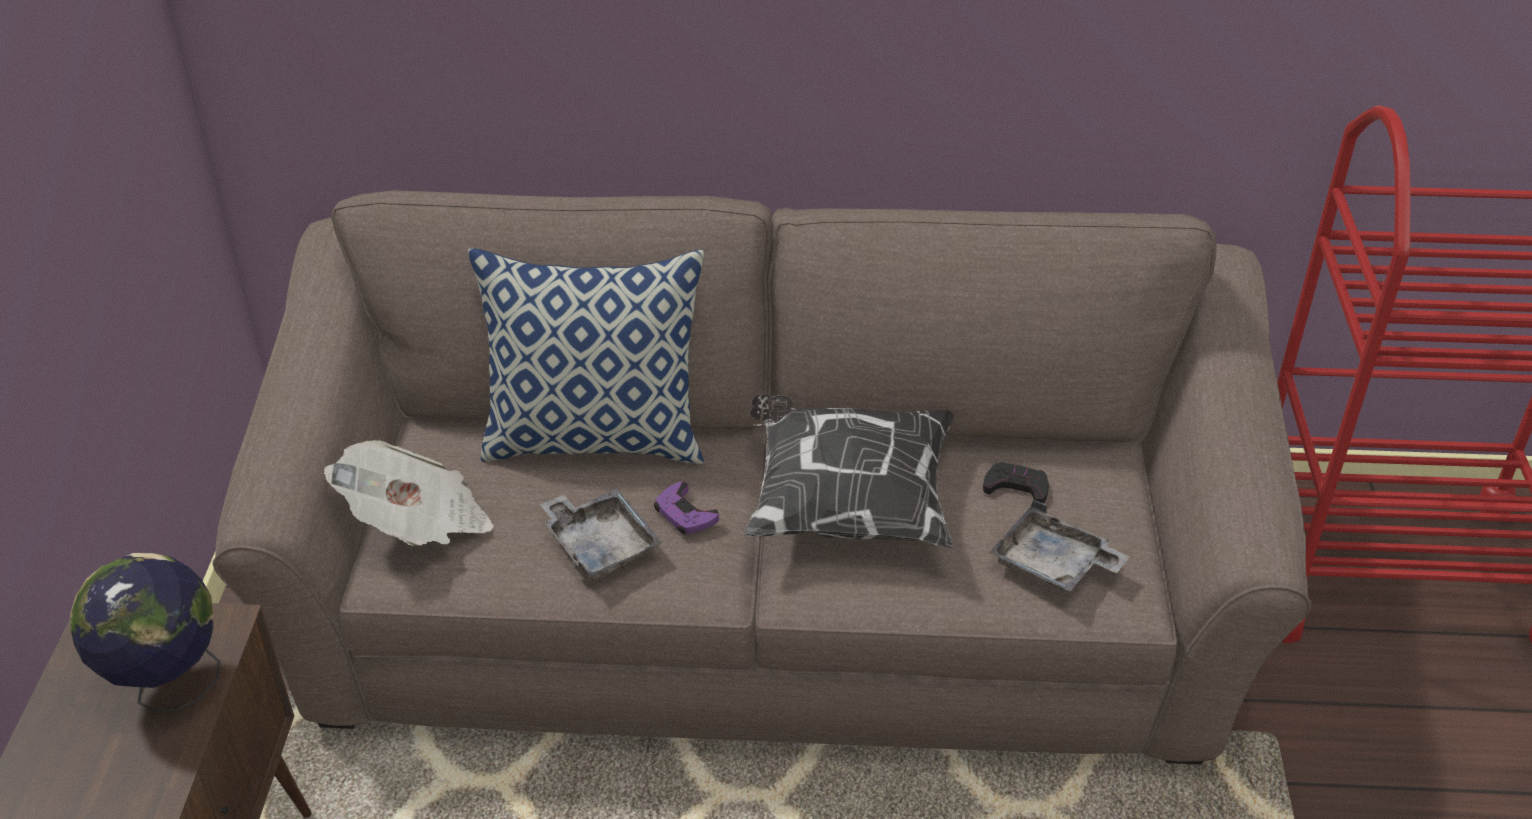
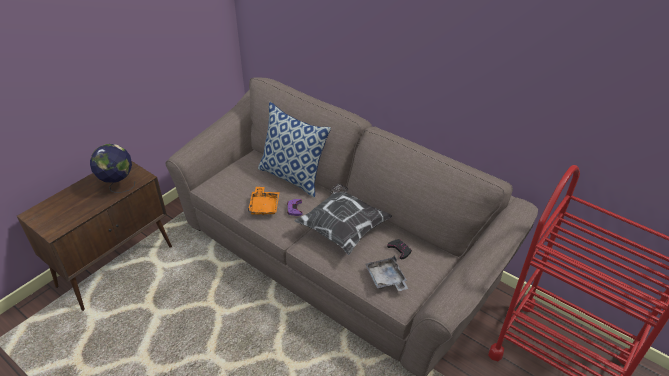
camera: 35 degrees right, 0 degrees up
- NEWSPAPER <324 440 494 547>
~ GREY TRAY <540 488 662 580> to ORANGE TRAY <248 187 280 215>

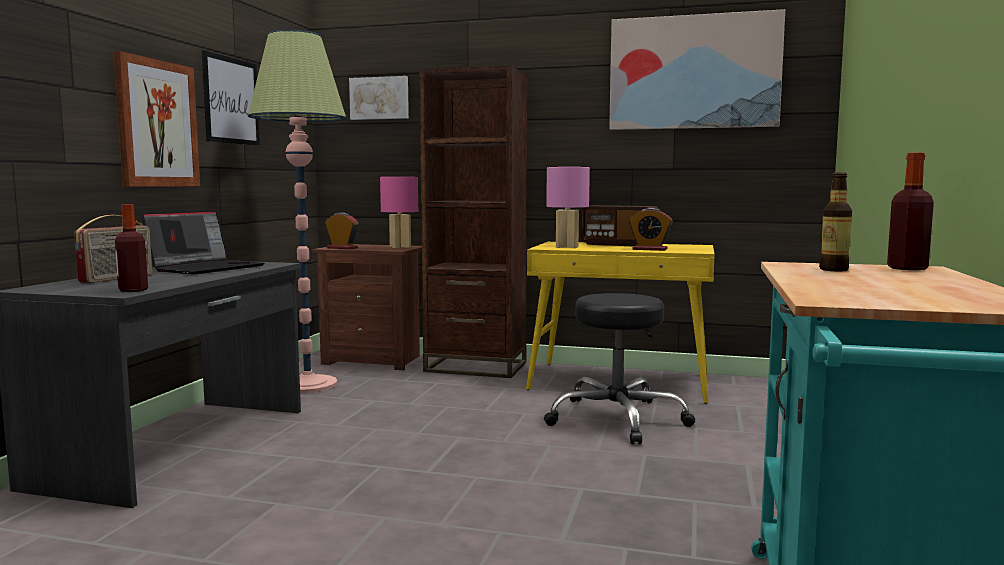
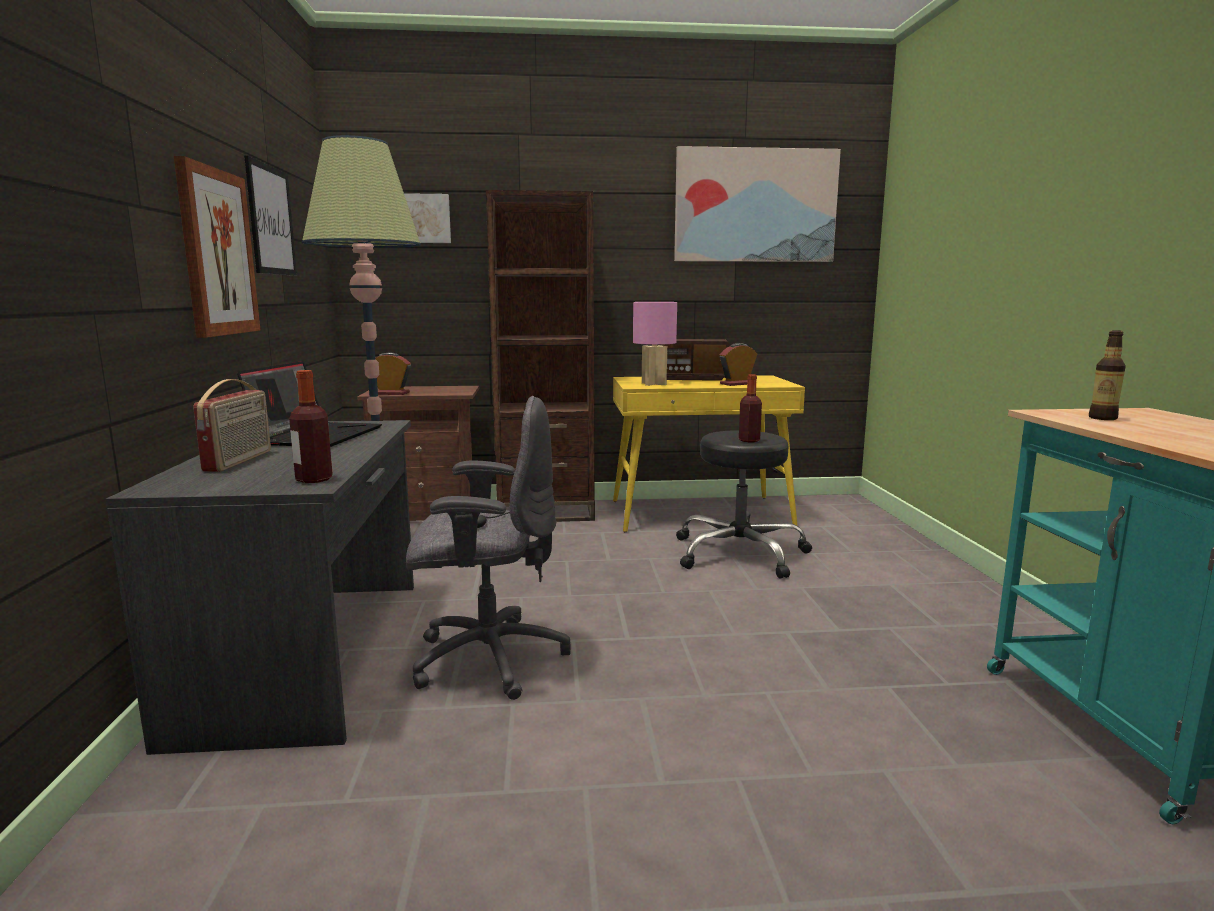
camera: 20 degrees left, 5 degrees up
- PINK TABLE LAMP <380 177 418 248>
+ GREY OFFICE CHAIR <406 396 571 700>
~ BOTTLE <887 153 934 270> to <739 374 762 442>
~ ALARM CLOCK <629 208 673 251> = <720 343 757 386> 150 degrees clockwise

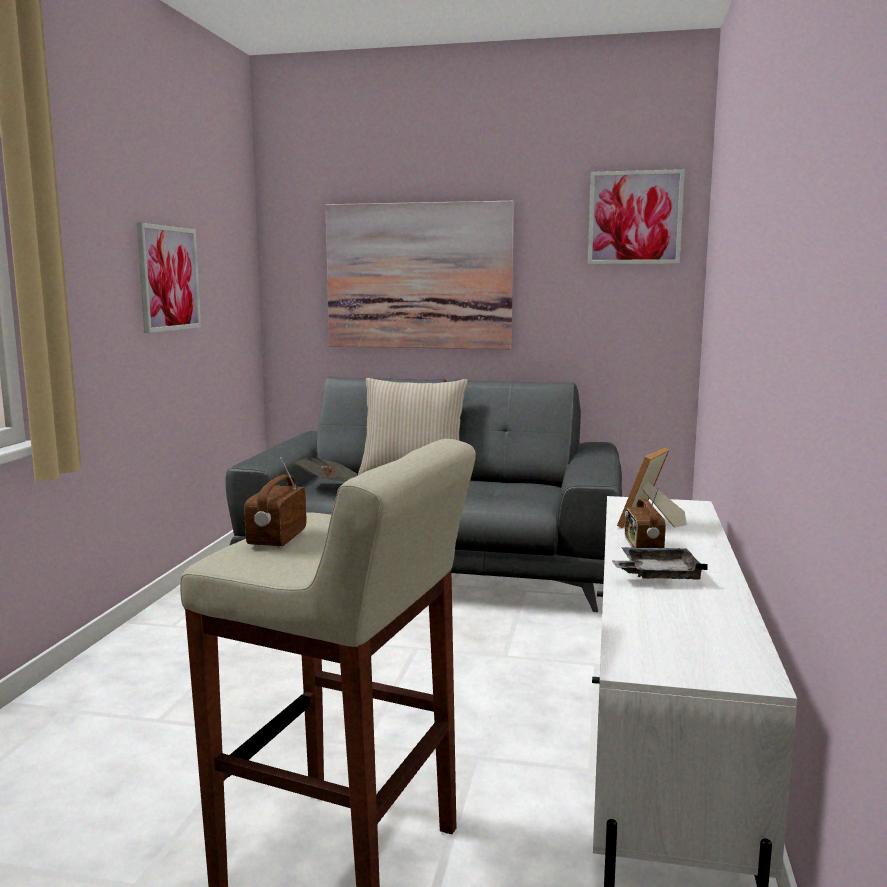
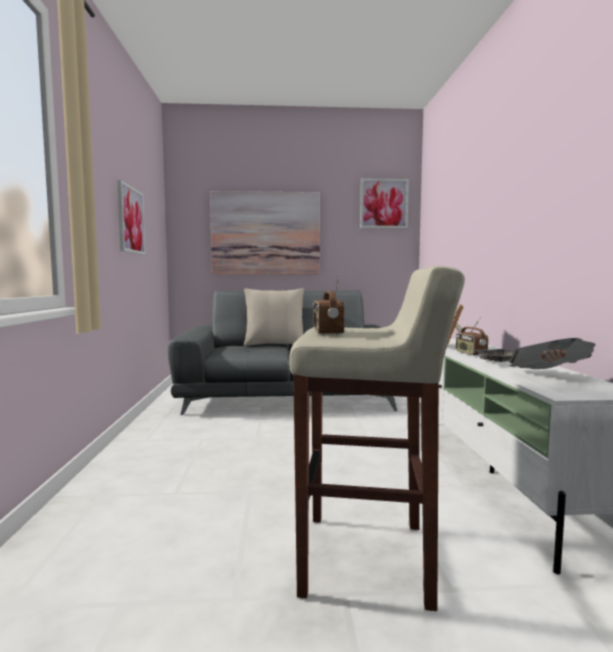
camera: 15 degrees left, 5 degrees down
~ NEWSPAPER <293 458 358 482> to <509 338 596 369>

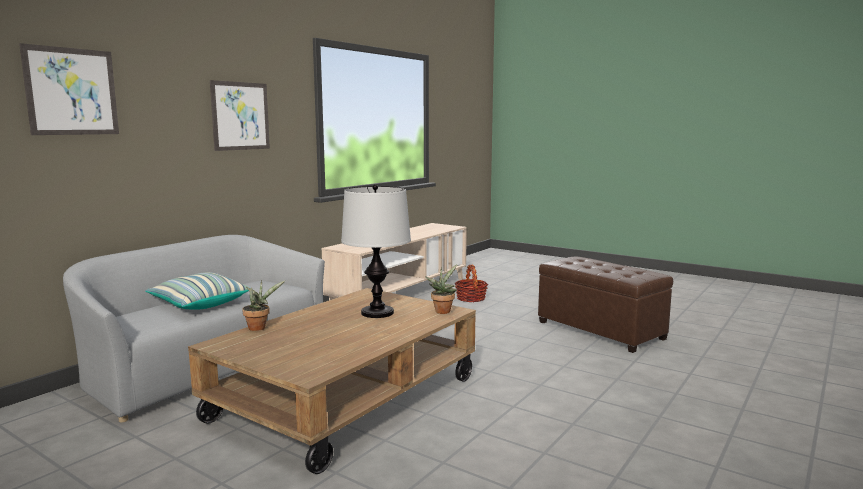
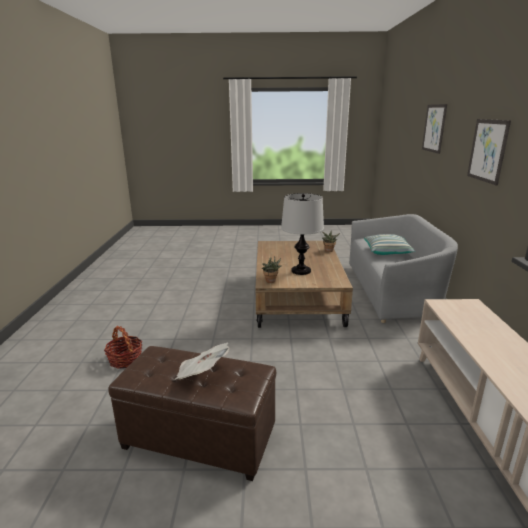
camera: 145 degrees right, 10 degrees up
+ NEWSPAPER <174 343 230 380>
~ BASKET <455 264 488 302> to <104 326 142 369>

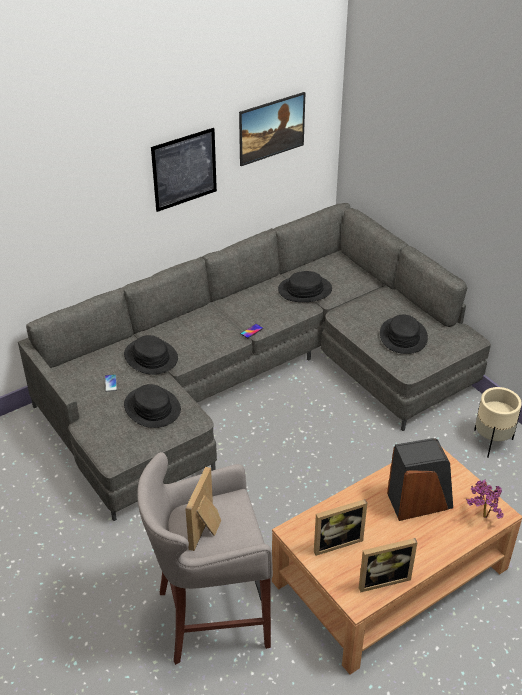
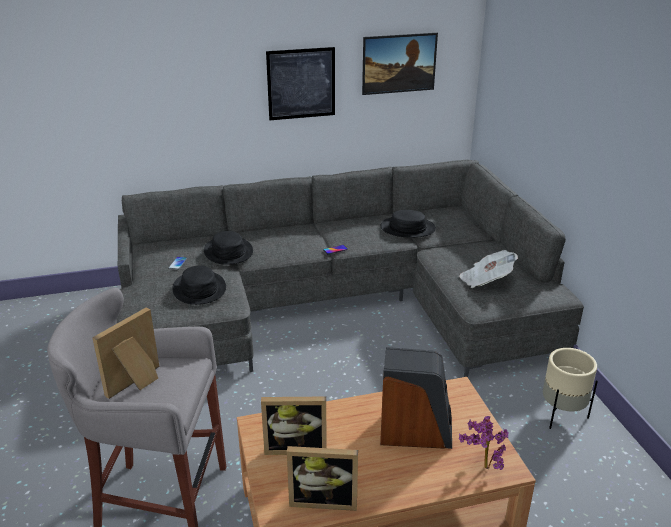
camera: 20 degrees right, 10 degrees down
~ BLACK HAT <380 315 428 354> to NEWSPAPER <459 250 518 288>

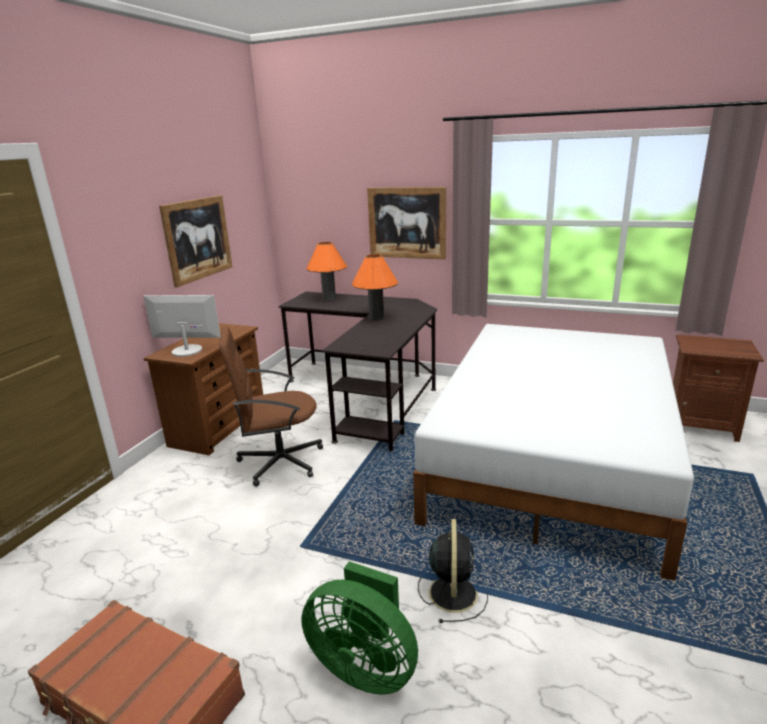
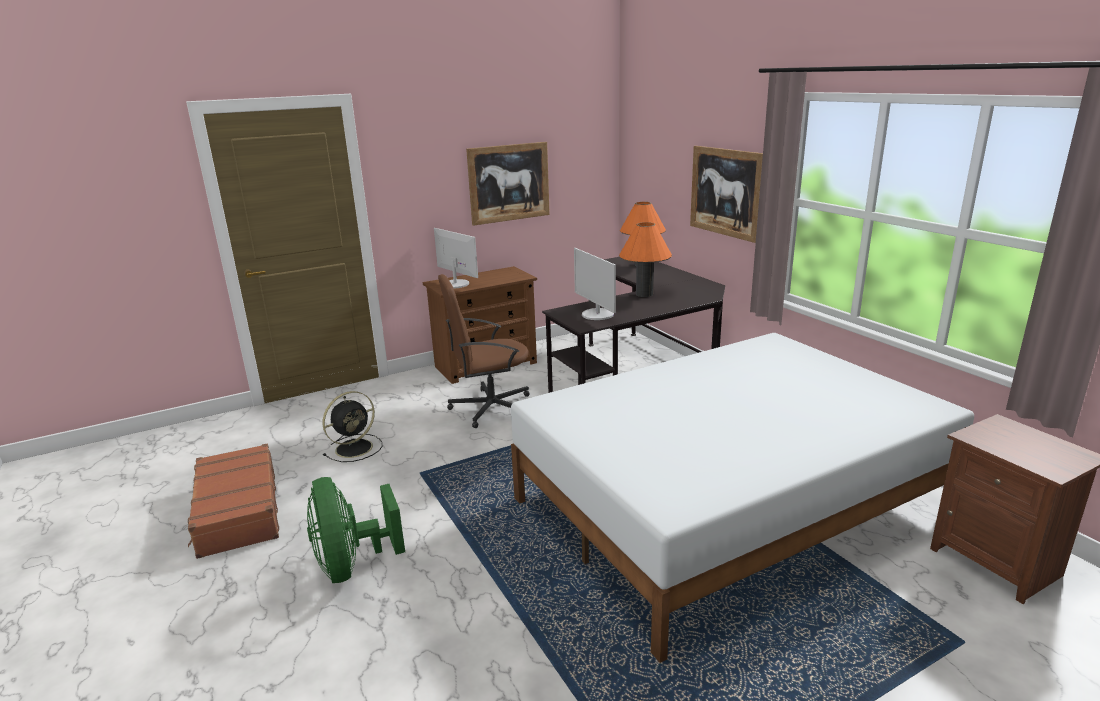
camera: 40 degrees right, 0 degrees up
+ MONITOR <574 248 616 320>
~ BLACK FAN <418 519 488 623> to <323 391 382 462>
~ BROWN OFFICE CHAIR <219 326 323 487> = <438 274 529 428> 45 degrees counterclockwise

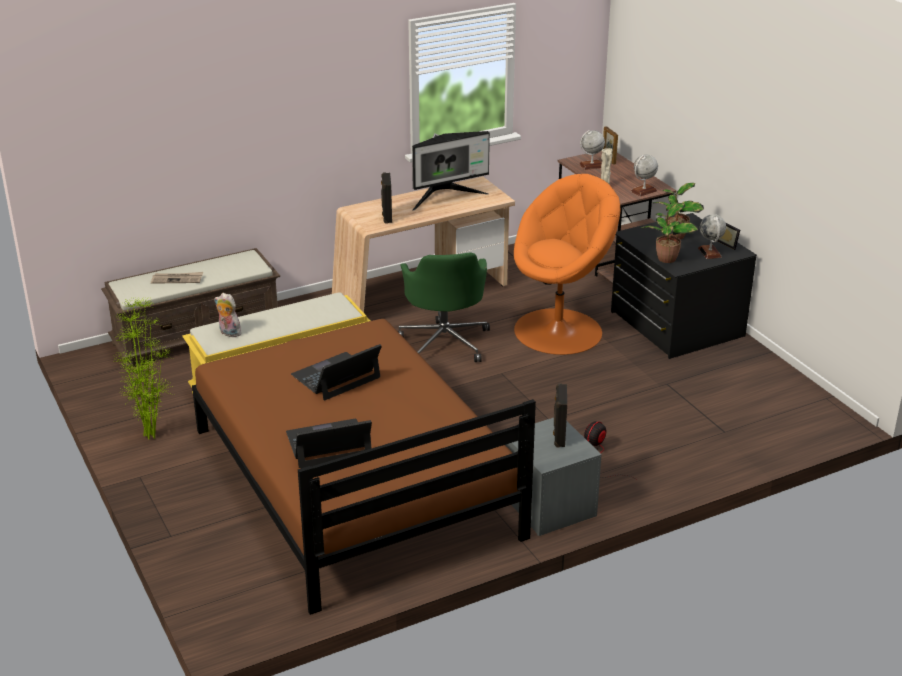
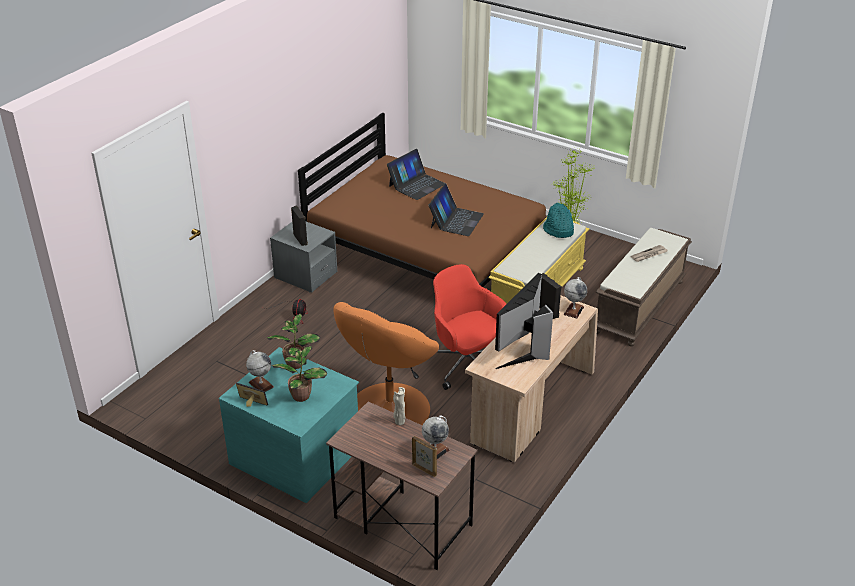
camera: 150 degrees right, 5 degrees up
~ GLOBE <631 155 658 196> to <564 277 587 318>
~ PLUSH TOY <214 293 241 337> to TURQUOISE HAT <543 203 574 238>
~ GREEN OFFICE CHAIR <398 252 490 362> to RED OFFICE CHAIR <433 264 506 390>
~ BLACK DRESSER <611 213 757 359> to TURQUOISE DRESSER <219 347 359 503>

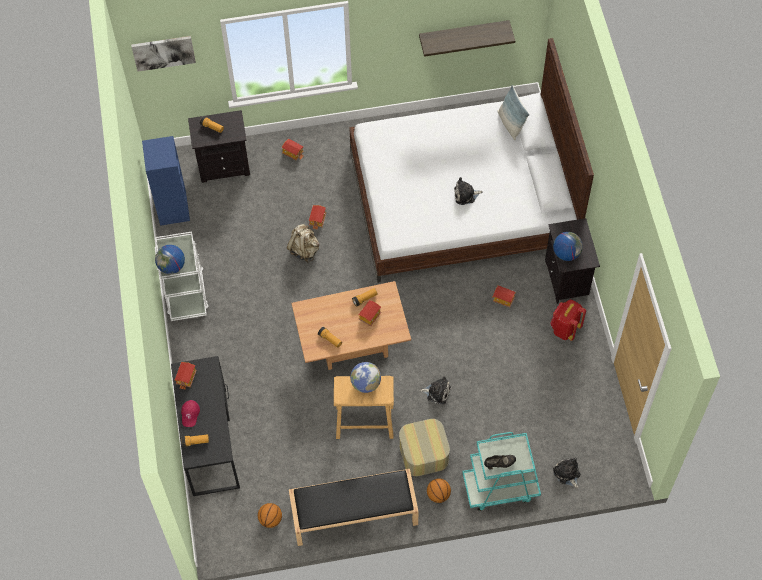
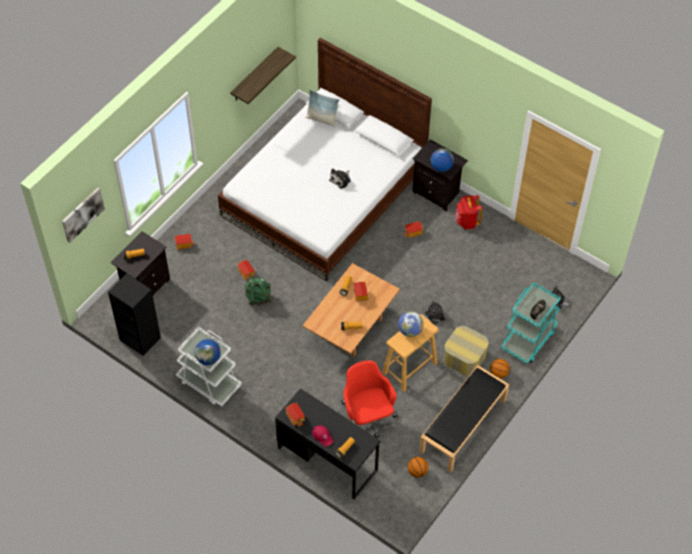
camera: 45 degrees left, 5 degrees down
+ RED OFFICE CHAIR <341 361 398 438>
~ BLUE BOOKCASE <142 136 190 226> to BLACK BOOKCASE <108 273 161 356>
~ BEIGE BACKPACK <287 224 319 263> to GREEN BACKPACK <245 276 273 306>

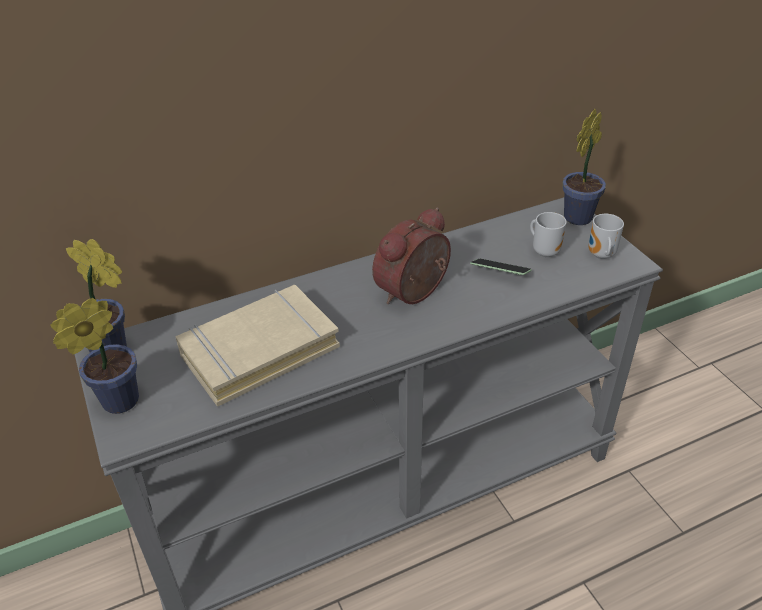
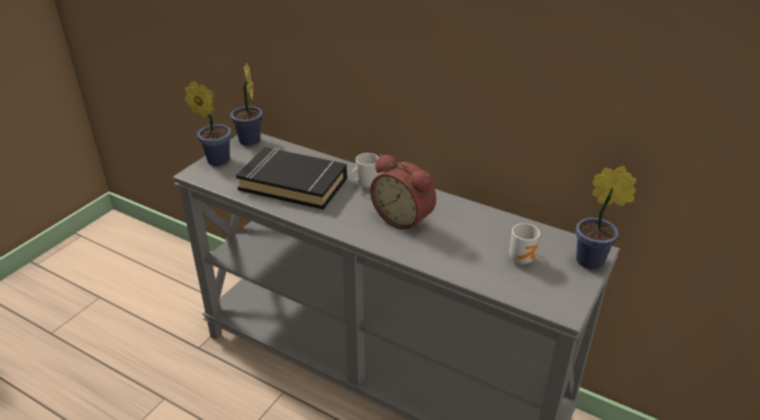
camera: 55 degrees right, 5 degrees down
- PHONE <470 258 532 275>
~ MUG <588 214 624 259> to <351 153 379 188>
~ BEIGE BOOK <176 285 340 407> to BLACK BOOK <236 147 347 210>
~ ALARM CLOCK <372 208 451 304> = <370 154 436 232> 150 degrees counterclockwise

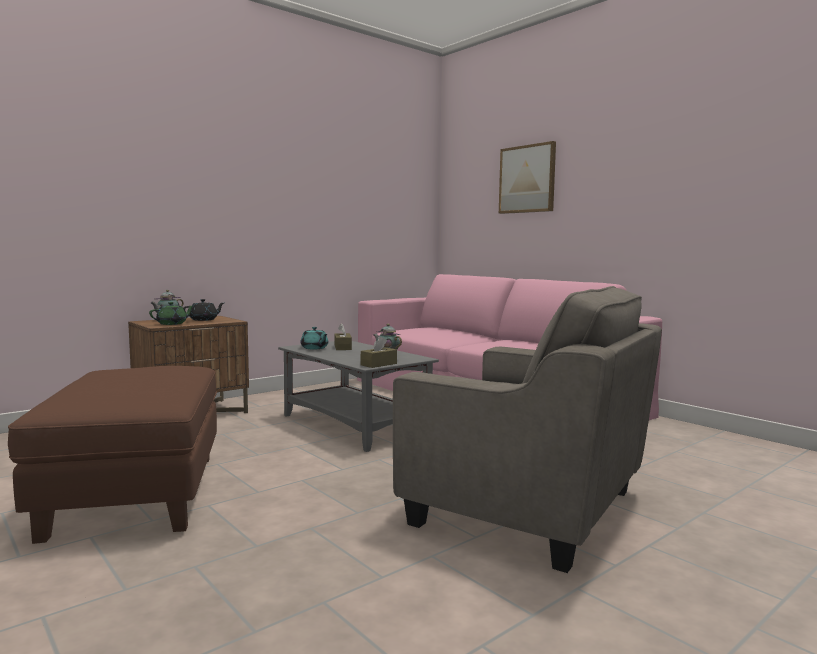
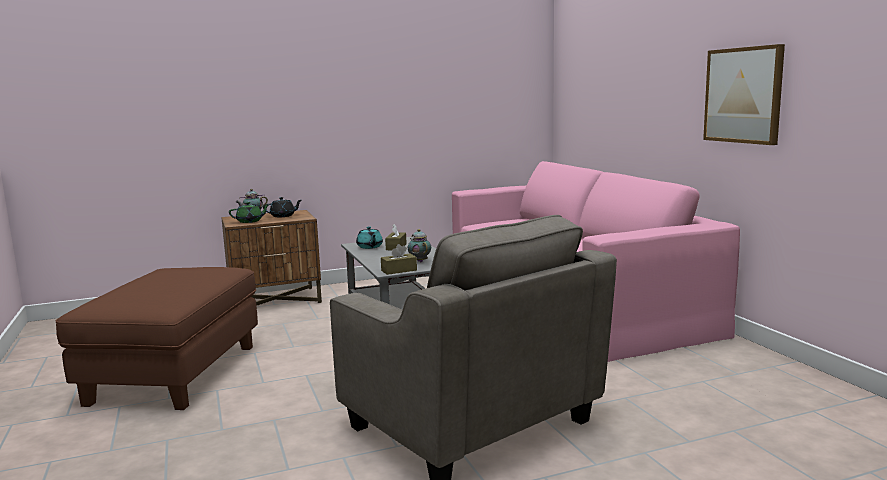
camera: 20 degrees right, 5 degrees up
~ PICTURE <499 141 556 214> to <703 44 785 145>

